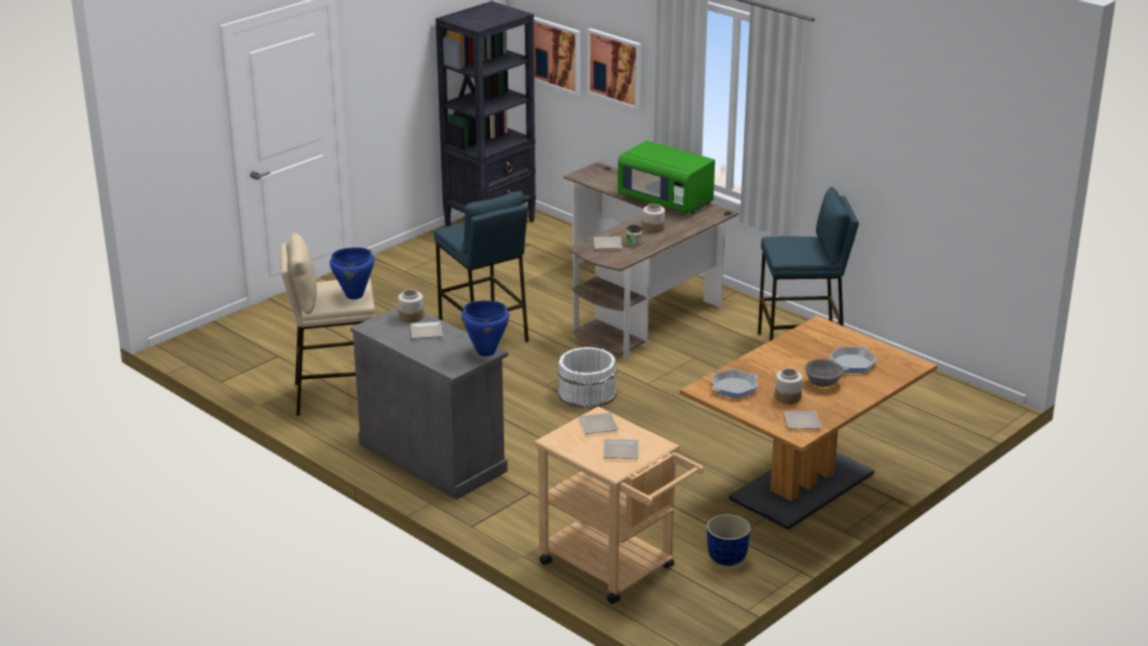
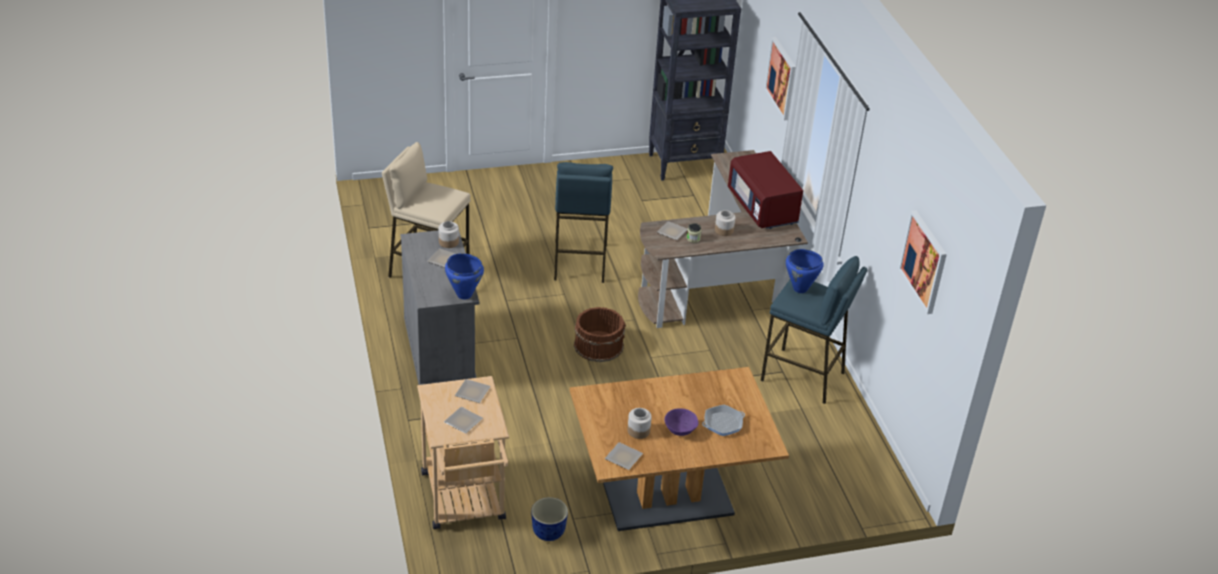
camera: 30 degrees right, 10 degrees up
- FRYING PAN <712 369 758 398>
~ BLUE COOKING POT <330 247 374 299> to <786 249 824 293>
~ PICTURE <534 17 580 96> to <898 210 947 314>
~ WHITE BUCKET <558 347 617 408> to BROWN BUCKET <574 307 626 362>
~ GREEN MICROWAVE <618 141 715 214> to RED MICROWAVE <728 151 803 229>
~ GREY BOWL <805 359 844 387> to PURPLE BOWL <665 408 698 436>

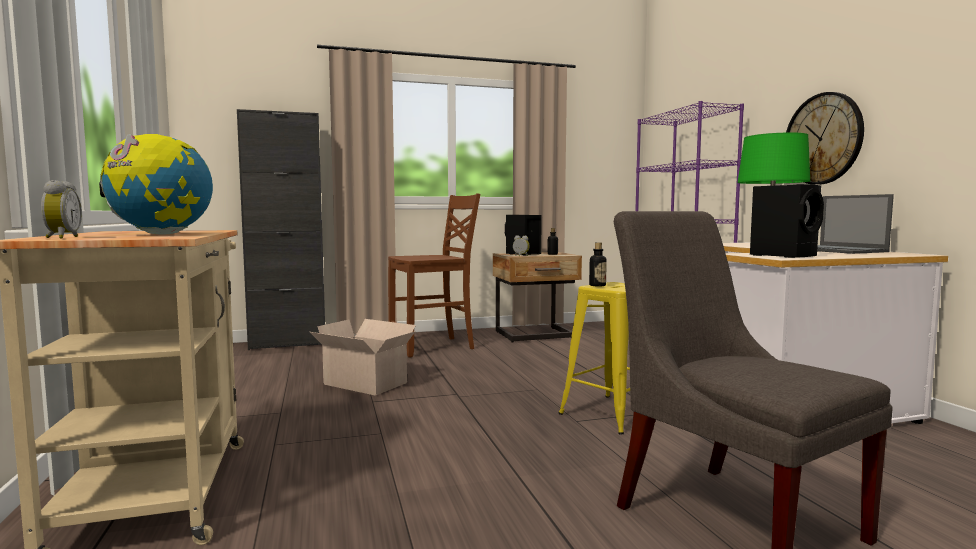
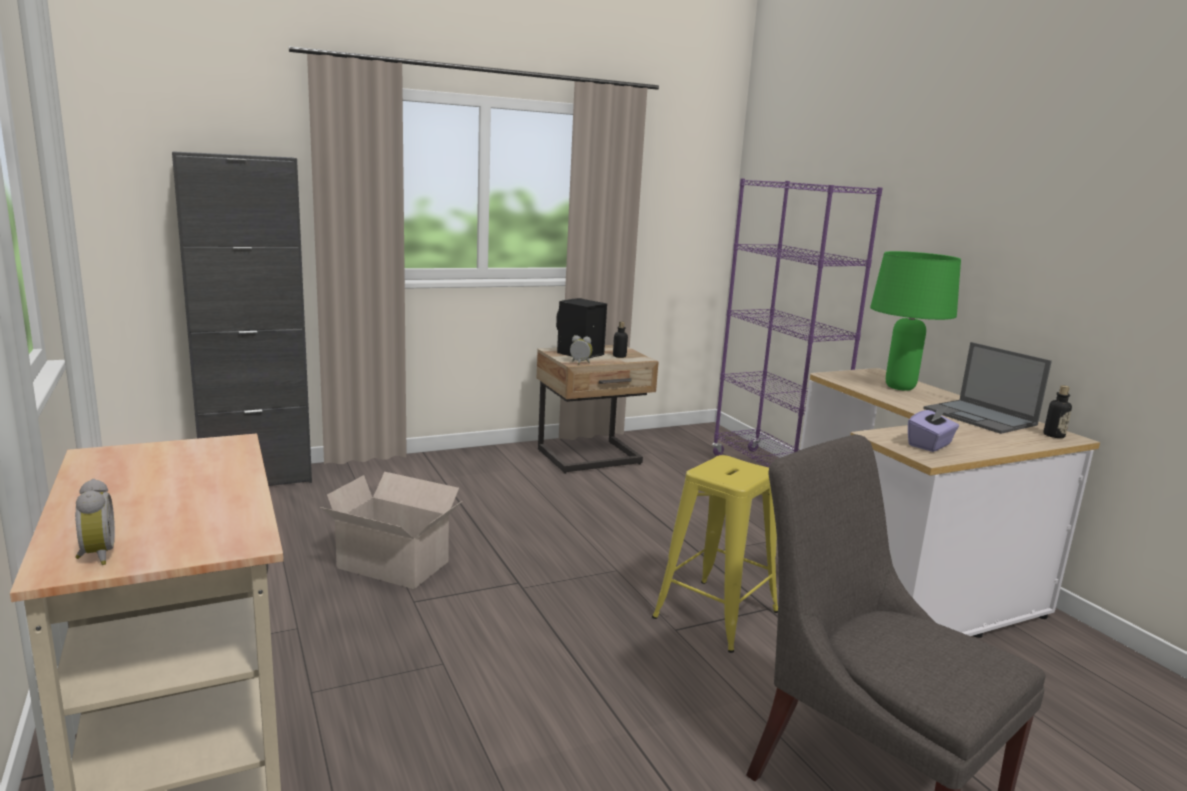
camera: 10 degrees left, 10 degrees up
- GLOBE <99 134 213 235>
- BROWN CHAIR <388 193 480 358>
- WALL CLOCK <786 92 864 185>
~ BOTTLE <589 242 607 286> to <1043 385 1072 438>
~ BLACK SPEAKER <750 184 824 258> to PURPLE TISSUE BOX <908 406 959 452>

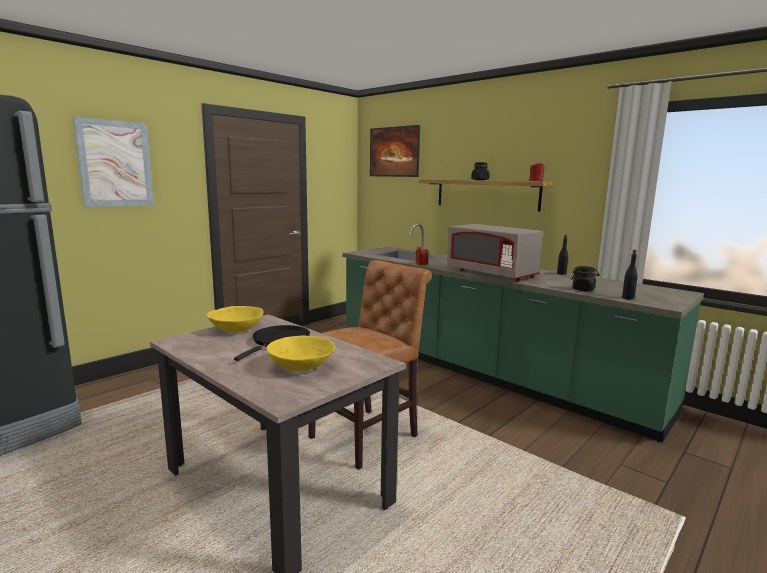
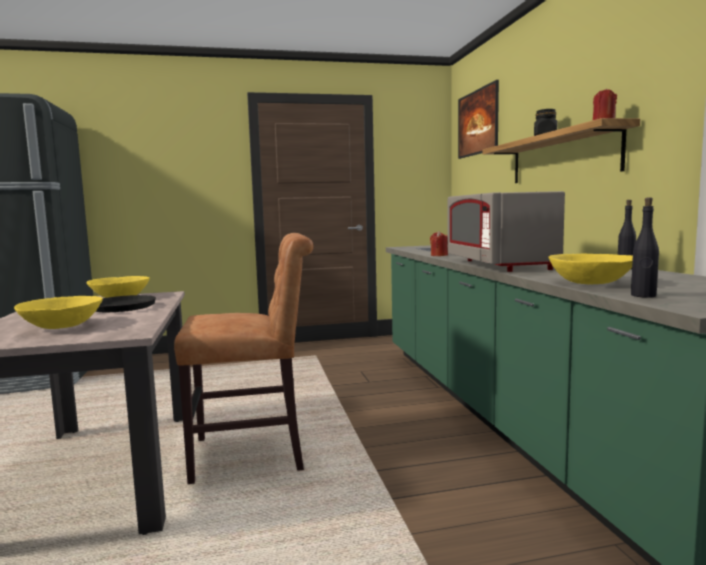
camera: 35 degrees right, 5 degrees down
- PICTURE <73 117 154 207>
~ BLACK JAR <571 266 600 291> to YELLOW BOWL <549 254 633 284>

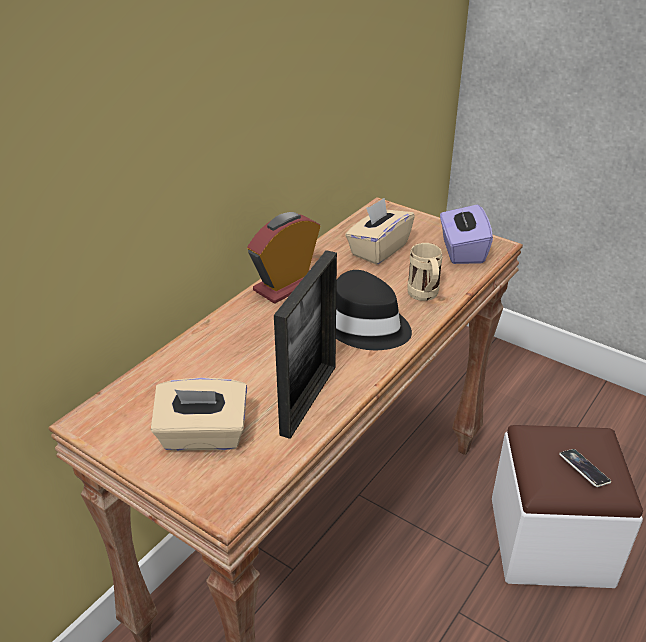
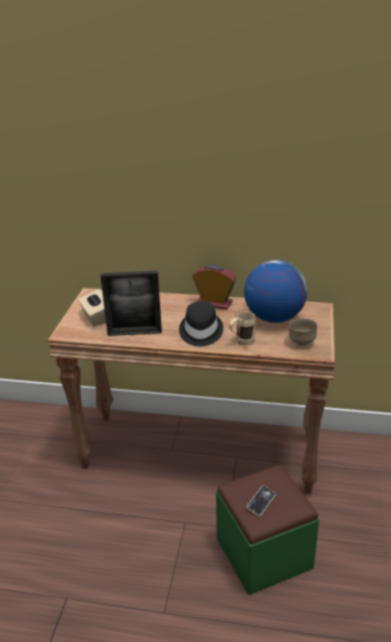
camera: 65 degrees right, 5 degrees down
~ BEIGE TISSUE BOX <345 198 415 265> to GLOBE <244 260 308 323>
~ PURPLE TISSUE BOX <440 199 493 264> to BROWN BOWL <288 318 318 346>
~ WHITE OTTOMAN <492 425 643 588> to GREEN OTTOMAN <216 465 319 595>

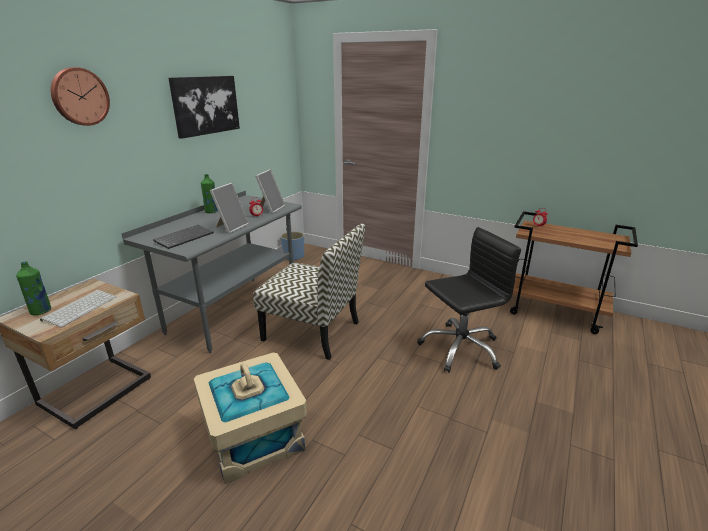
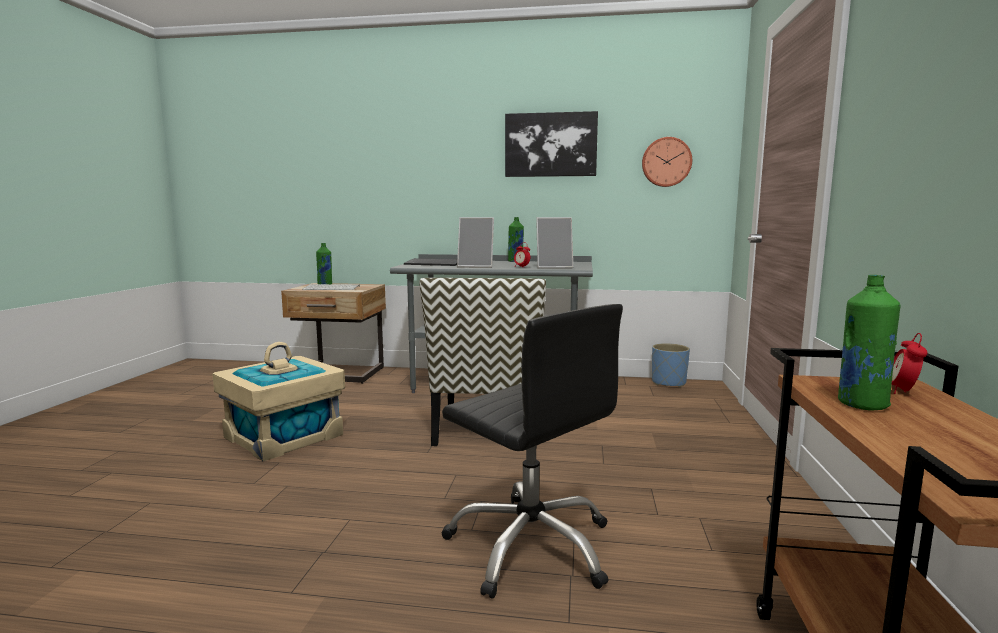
camera: 70 degrees right, 15 degrees down
+ GREEN BOTTLE <838 275 901 411>
~ WALL CLOCK <51 67 110 126> to <642 137 692 187>

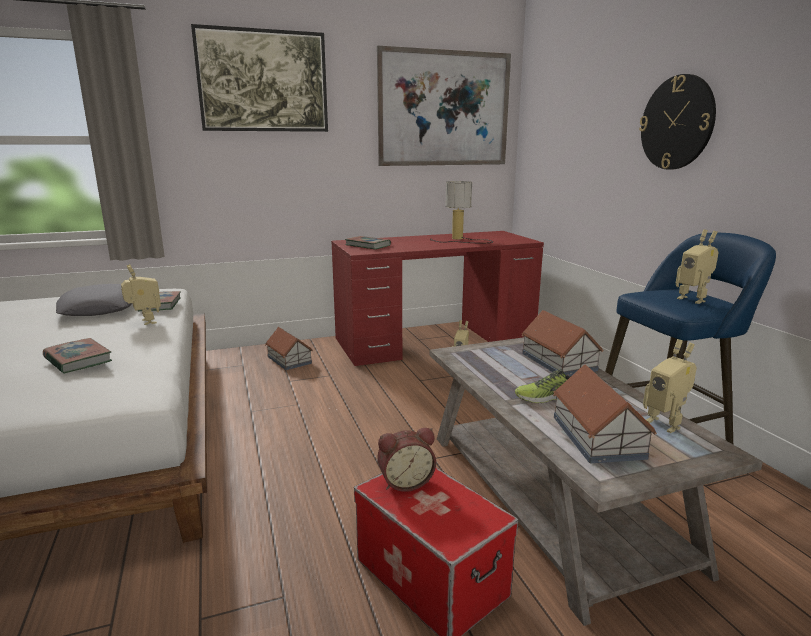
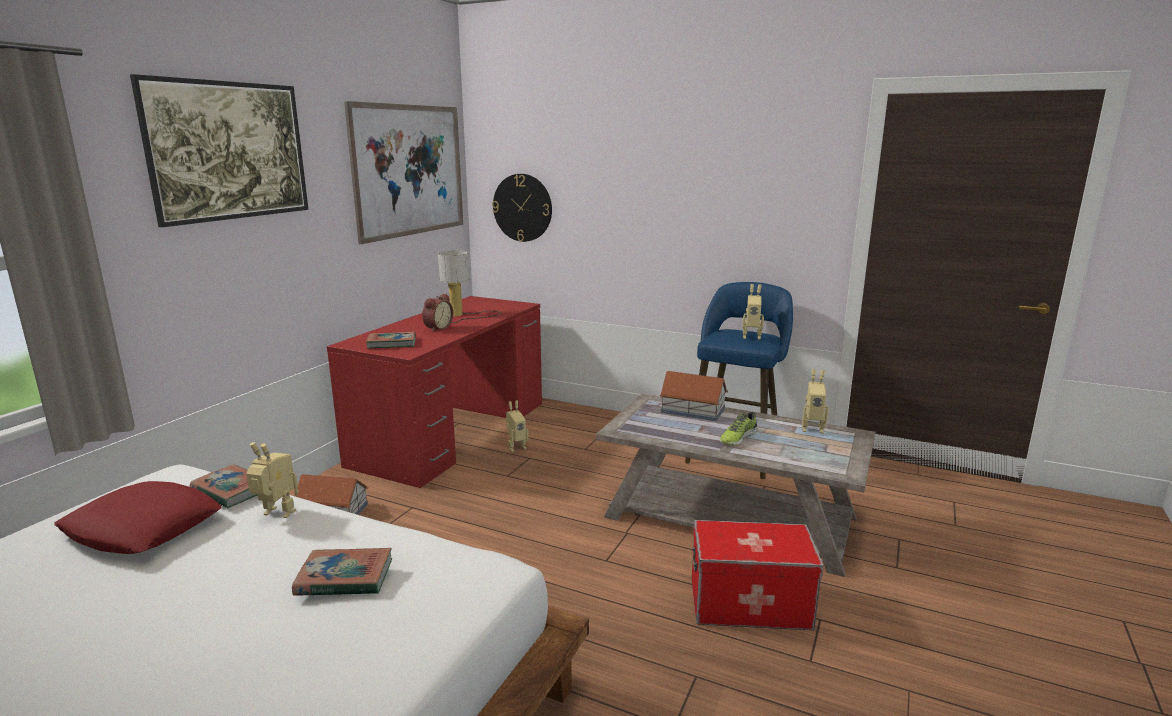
camera: 45 degrees left, 0 degrees up
- TOY HOUSE <553 364 657 463>
~ ALARM CLOCK <377 428 436 492> to <422 294 453 332>
~ WALL CLOCK <639 74 716 170> to <492 174 552 242>
~ GREY PILLOW <56 284 133 316> to RED PILLOW <54 481 222 554>

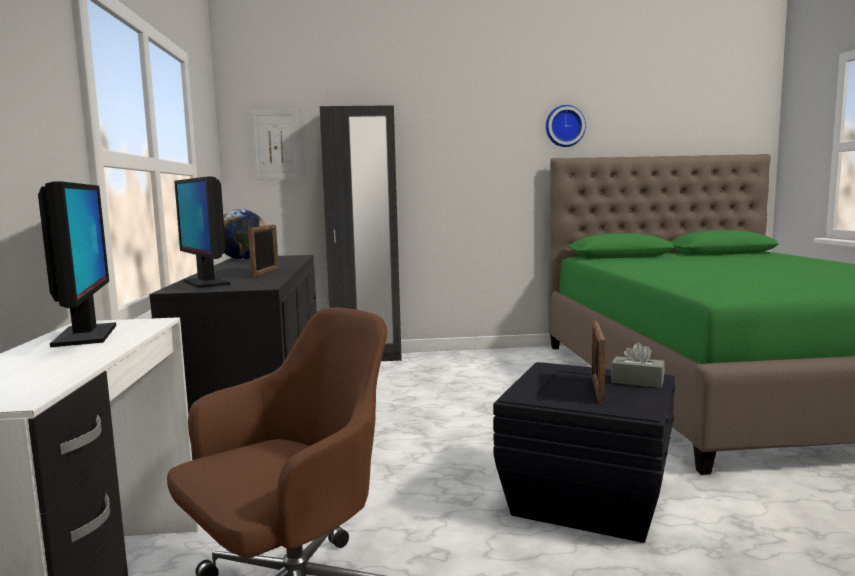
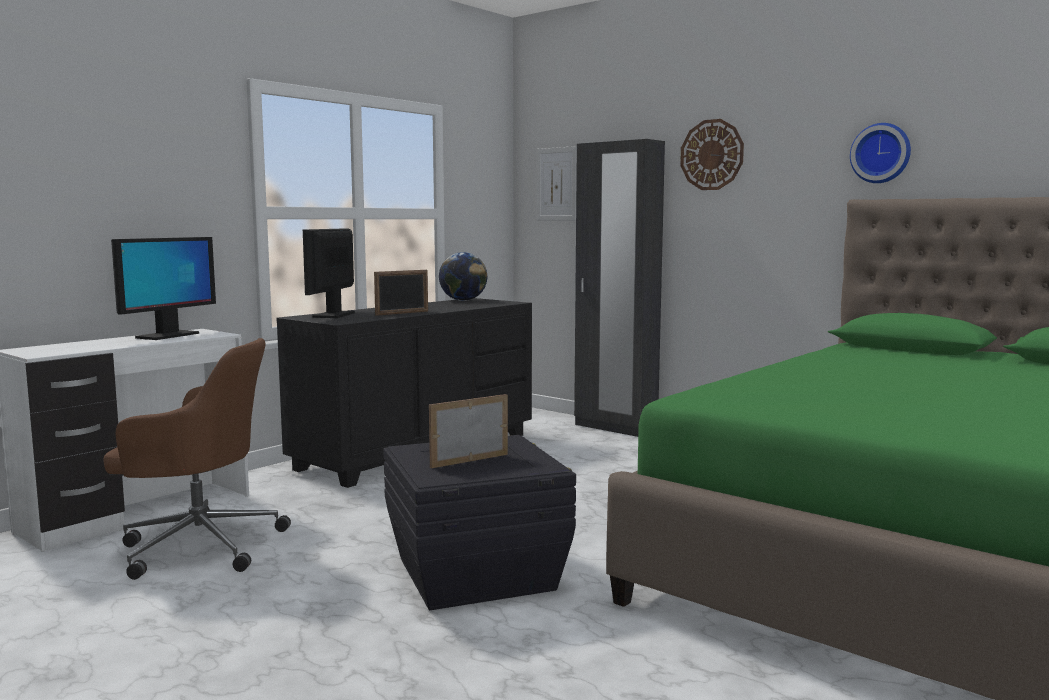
camera: 45 degrees right, 0 degrees up
- GREY TISSUE BOX <611 342 665 388>
+ WALL CLOCK <680 119 744 190>

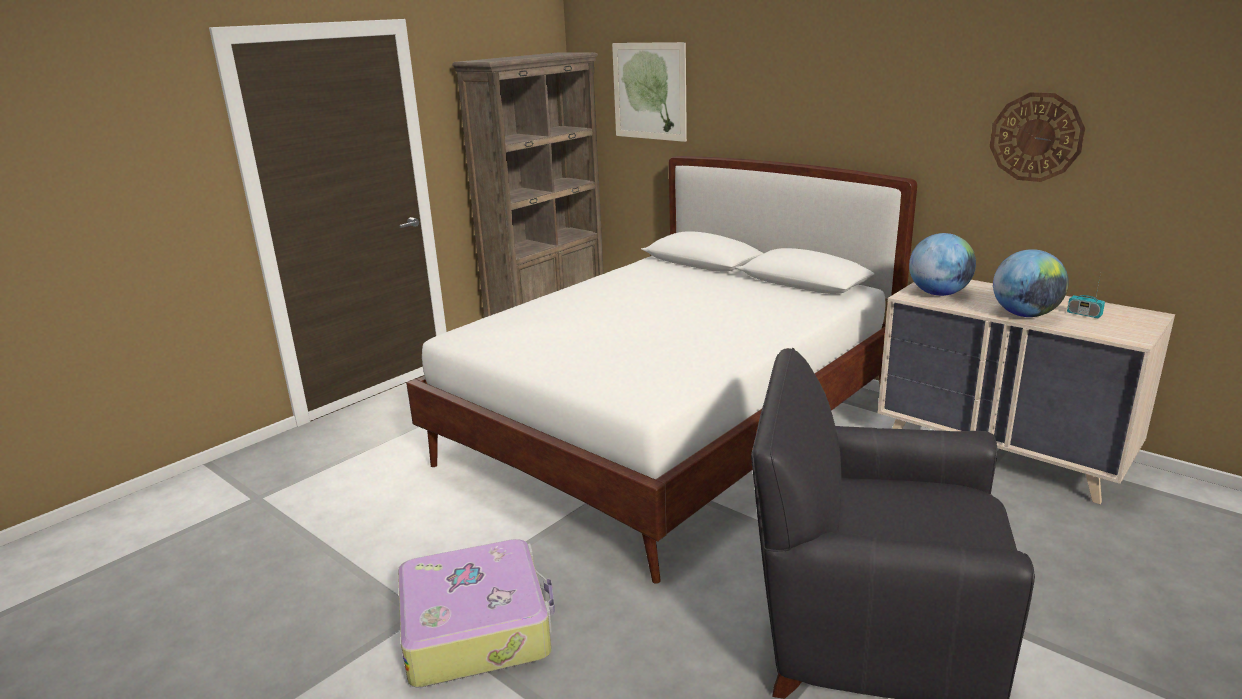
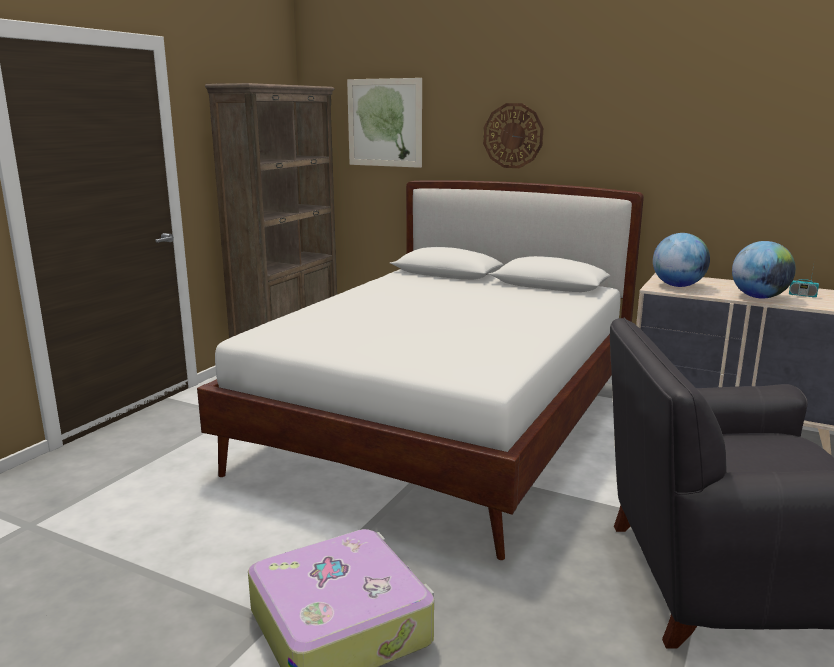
camera: 15 degrees left, 5 degrees down
~ WALL CLOCK <990 92 1085 182> to <483 103 543 168>

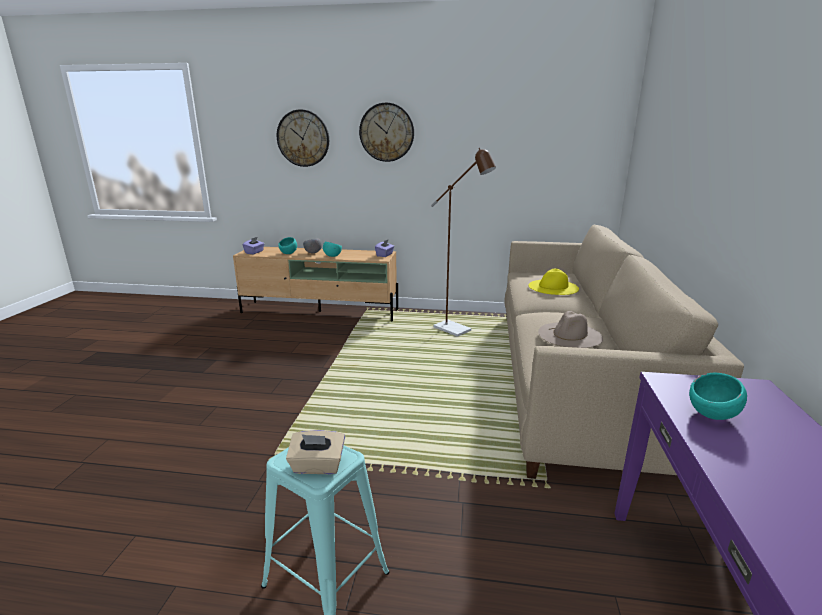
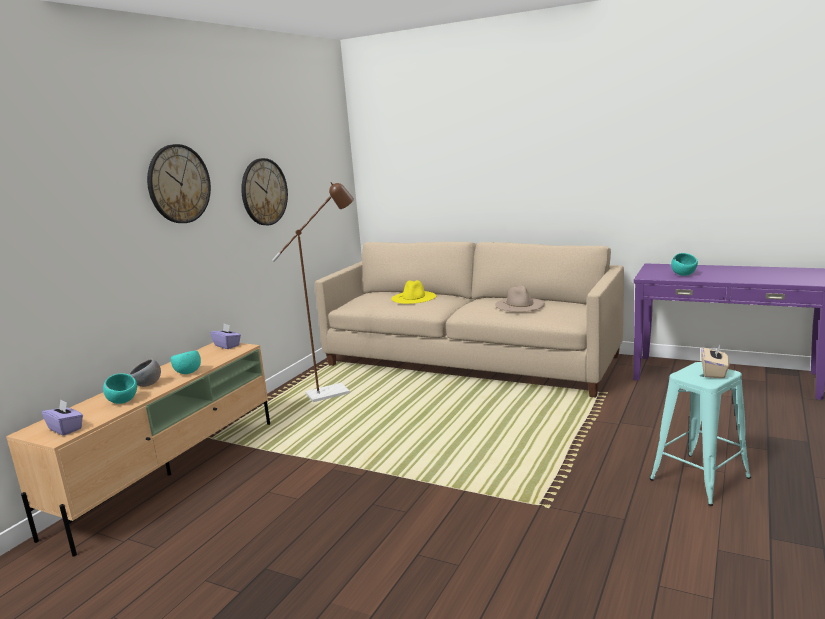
camera: 70 degrees left, 5 degrees down
~ WALL CLOCK <277 109 329 167> to <241 158 288 225>

